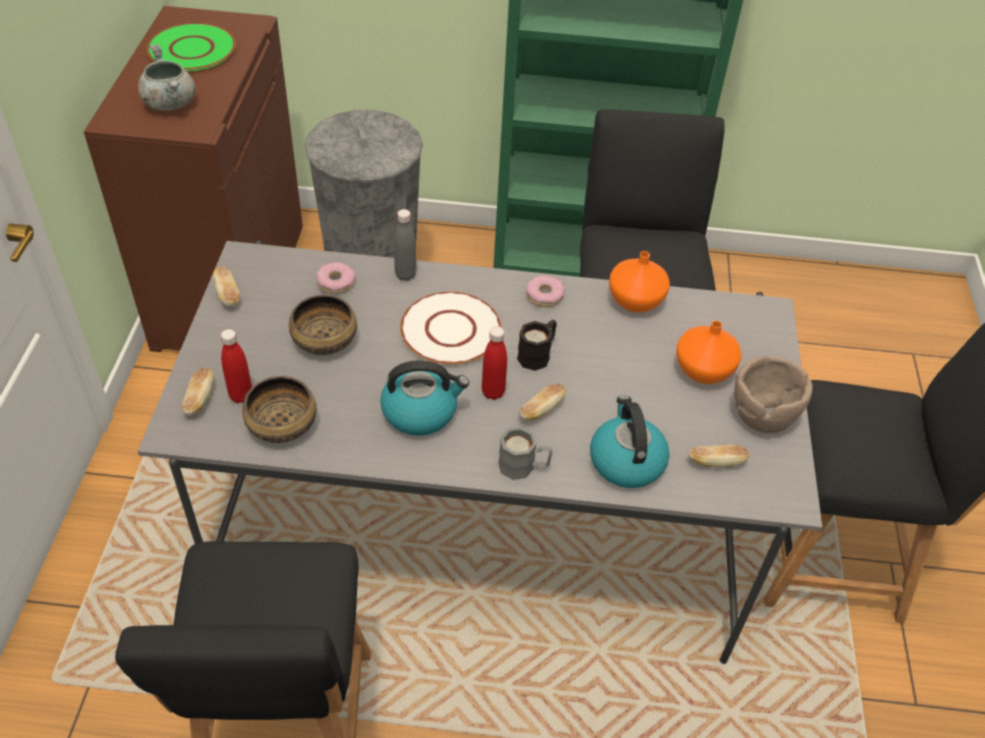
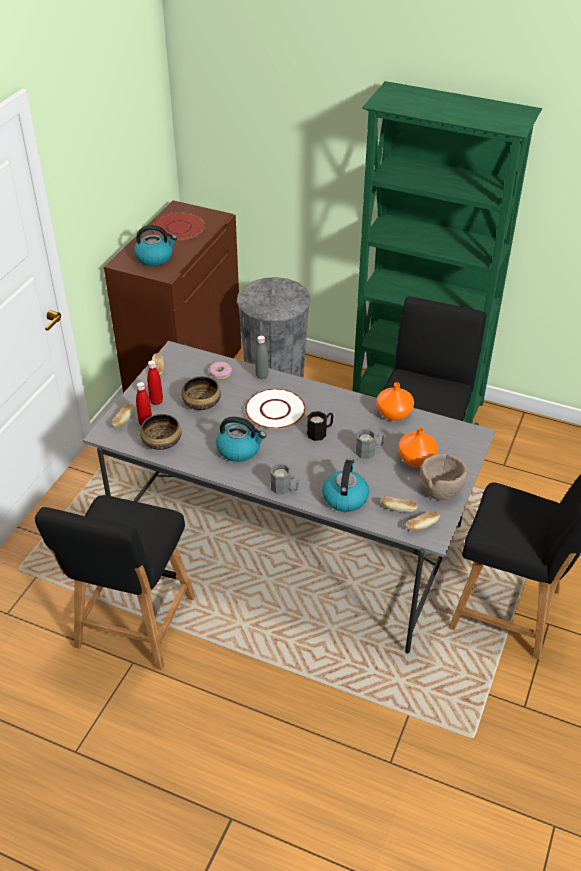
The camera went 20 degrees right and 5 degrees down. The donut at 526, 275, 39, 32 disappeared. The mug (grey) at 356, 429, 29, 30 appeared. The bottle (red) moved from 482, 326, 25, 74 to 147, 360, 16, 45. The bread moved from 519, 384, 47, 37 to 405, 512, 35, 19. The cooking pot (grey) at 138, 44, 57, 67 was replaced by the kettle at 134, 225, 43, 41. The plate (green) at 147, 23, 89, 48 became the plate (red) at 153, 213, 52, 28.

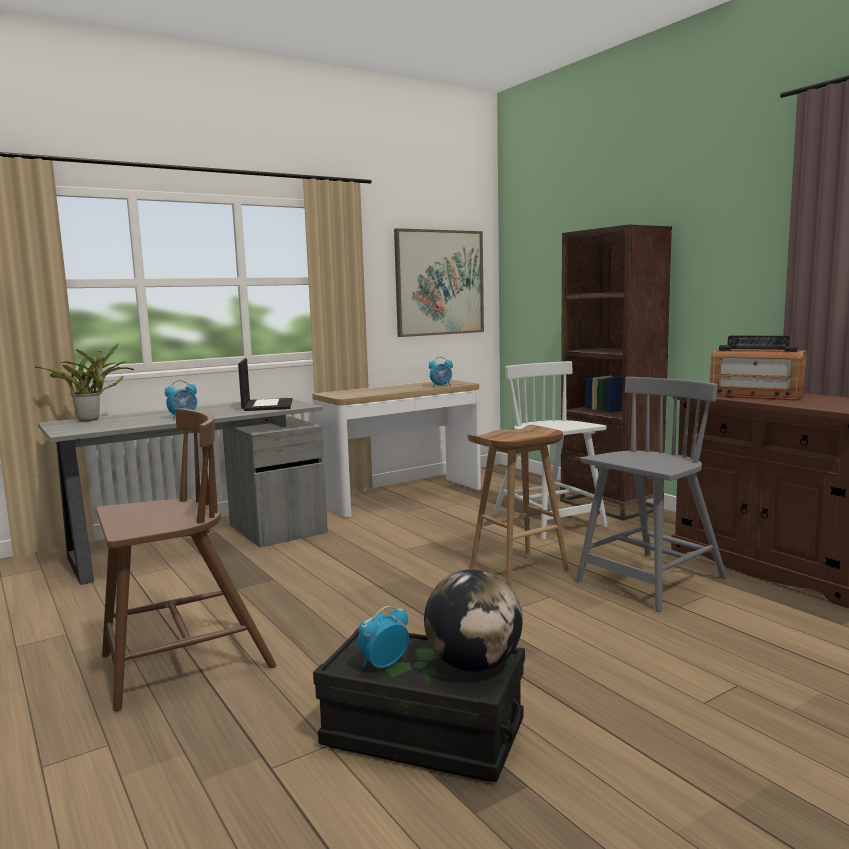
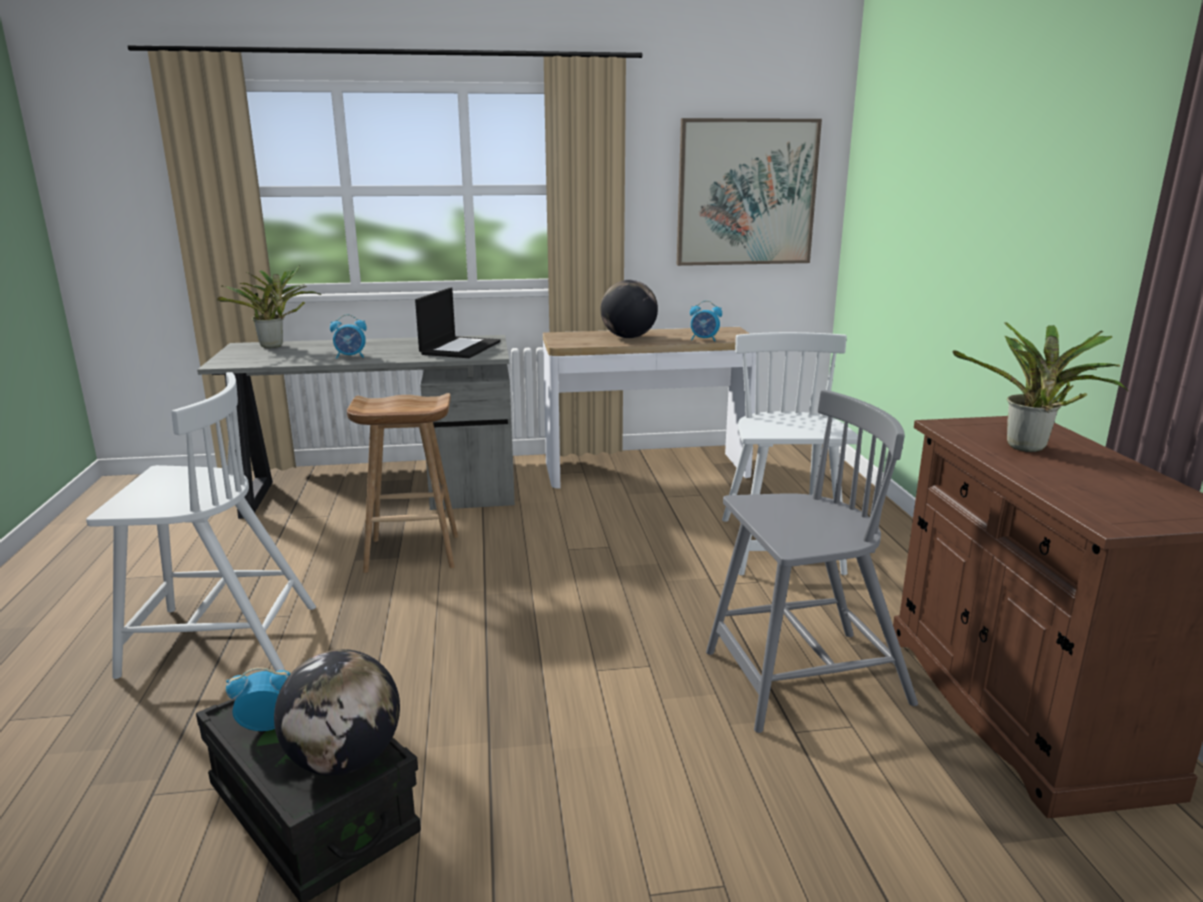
The camera went 25 degrees right and 10 degrees up. The bookcase (brown) at 560, 224, 112, 296 disappeared. The globe at 601, 280, 57, 58 appeared. The stool (brown) moved from 468, 425, 101, 162 to 347, 393, 111, 180. The radio at 710, 335, 97, 66 was replaced by the potted plant at 953, 322, 175, 130. The chair (brown) at 96, 408, 180, 303 became the chair (white) at 86, 372, 230, 307.

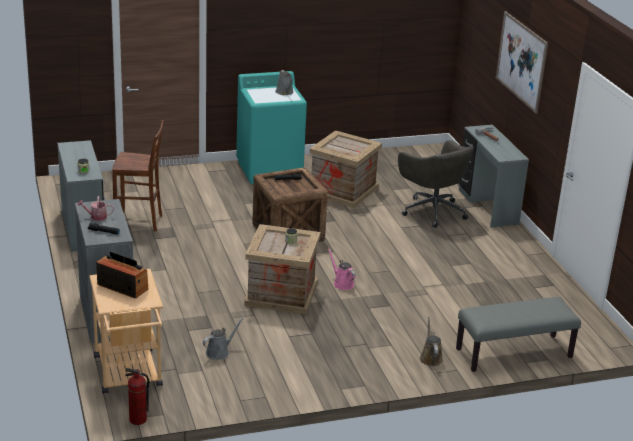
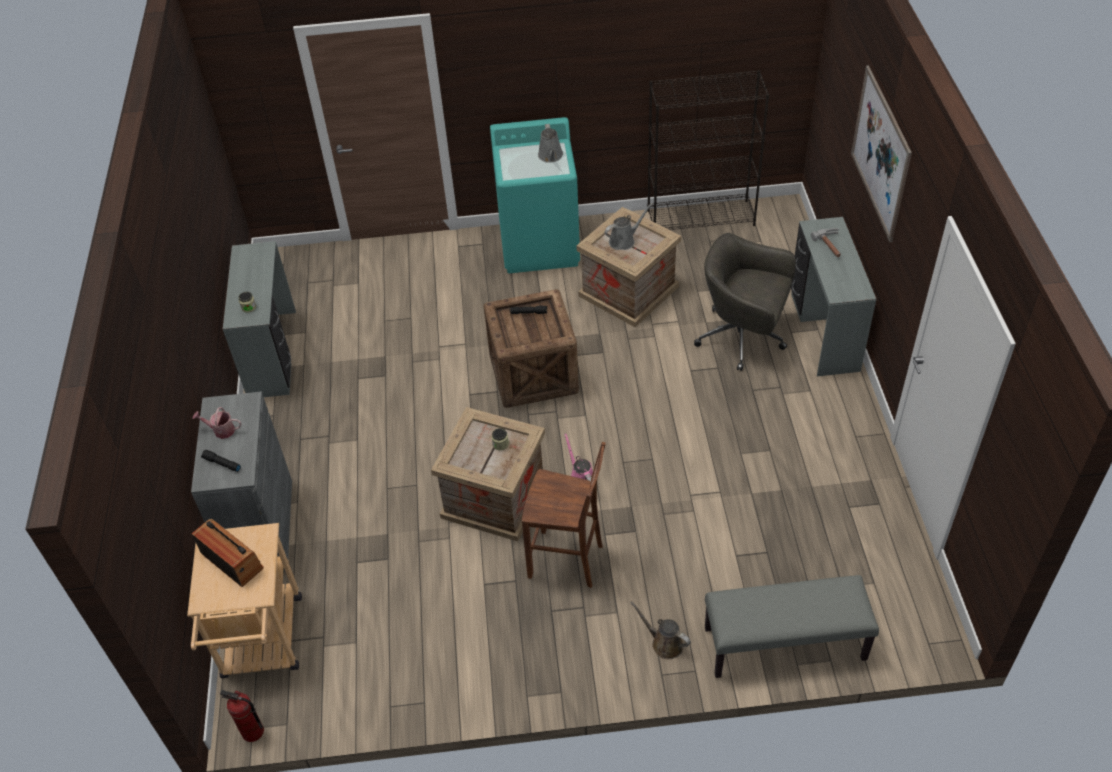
The camera went 15 degrees right and 20 degrees up. The bookcase (black) at 647, 70, 122, 160 appeared. The stool (brown) moved from 112, 120, 52, 111 to 522, 442, 83, 146. The watering can (grey) moved from 203, 317, 41, 43 to 605, 203, 48, 47. The office chair (grey) at 398, 140, 76, 88 turned 135 degrees clockwise. The watering can (brown) at 420, 317, 23, 49 turned 60 degrees counterclockwise.

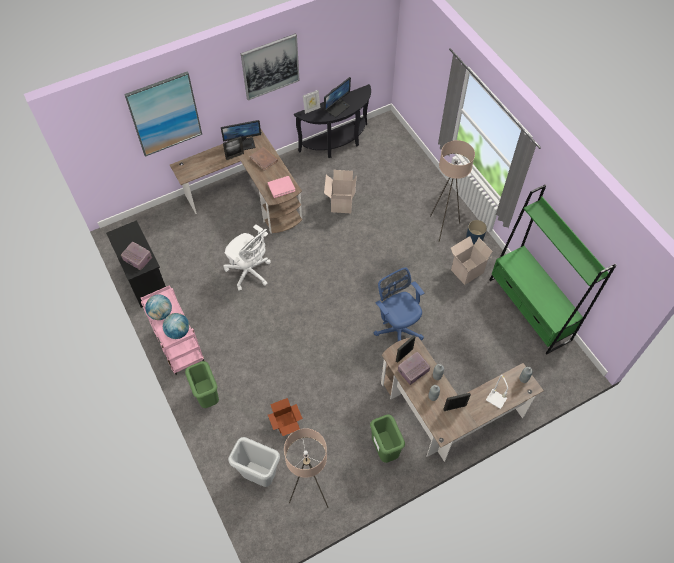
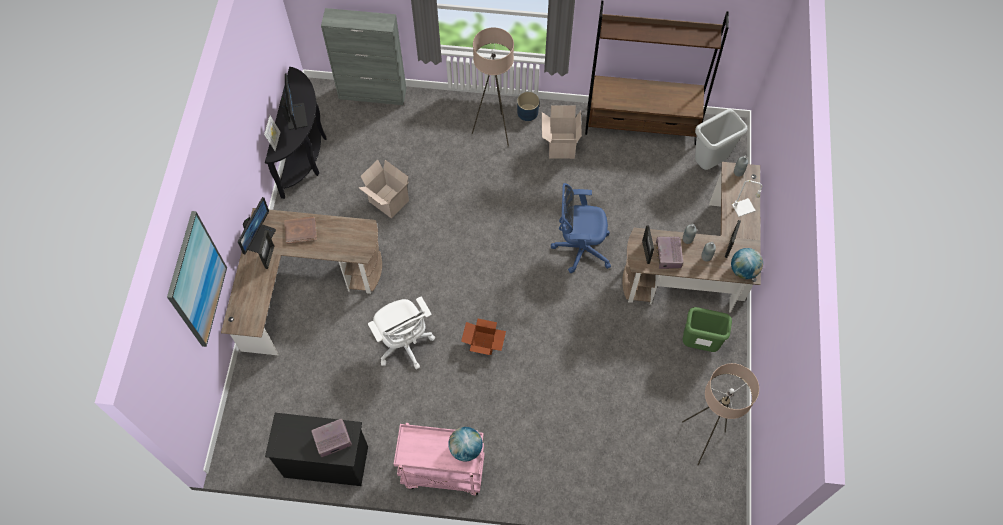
The camera went 55 degrees left and 5 degrees up. The trash can (green) at 185, 361, 34, 47 disappeared. The picture at 240, 33, 60, 67 disappeared. The book (pink) at 268, 176, 27, 22 disappeared. The cabinet (grey) at 321, 8, 85, 97 appeared. The globe moved from 145, 294, 27, 26 to 731, 248, 32, 31. The trash can (grey) moved from 228, 437, 52, 50 to 695, 109, 52, 61. The cardboard box moved from 268, 398, 35, 38 to 461, 319, 45, 36. The bookcase (green) at 490, 184, 126, 170 became the bookcase (brown) at 585, 0, 144, 145. The office chair (white) at 223, 224, 48, 66 turned 75 degrees clockwise.

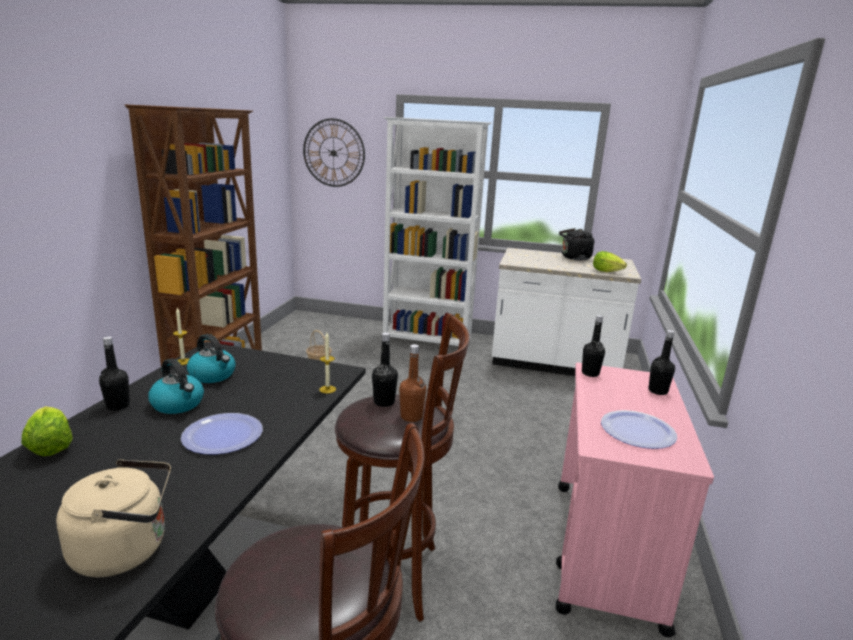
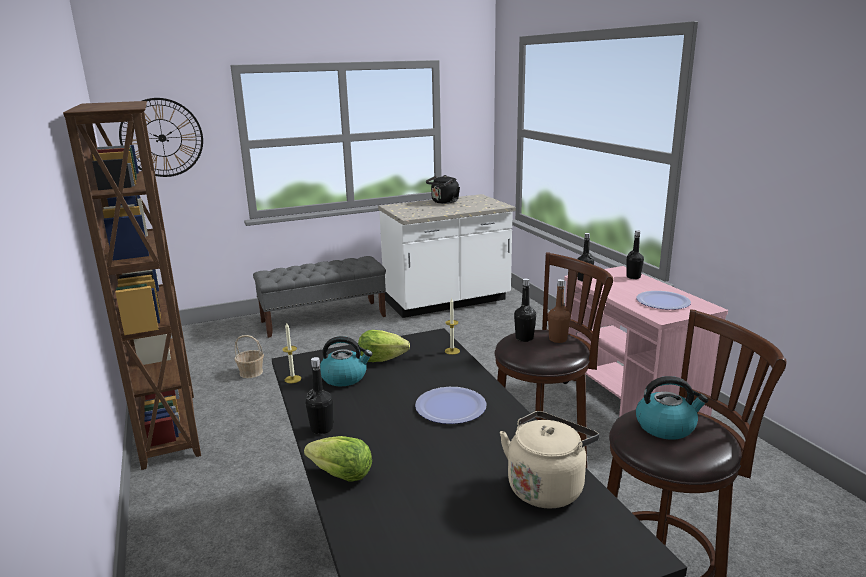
The camera went 35 degrees left and 0 degrees up. The kettle moved from 148, 358, 56, 56 to 636, 376, 72, 64. The lettuce moved from 593, 251, 34, 21 to 358, 330, 52, 32. The bookcase (white) at 383, 117, 109, 229 was replaced by the bench (grey) at 253, 256, 133, 82.

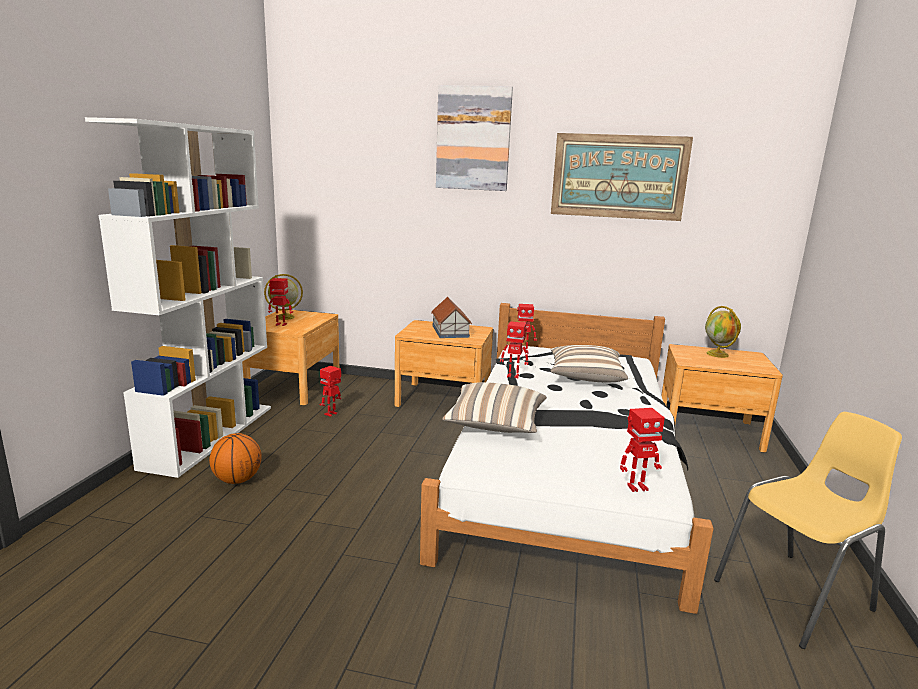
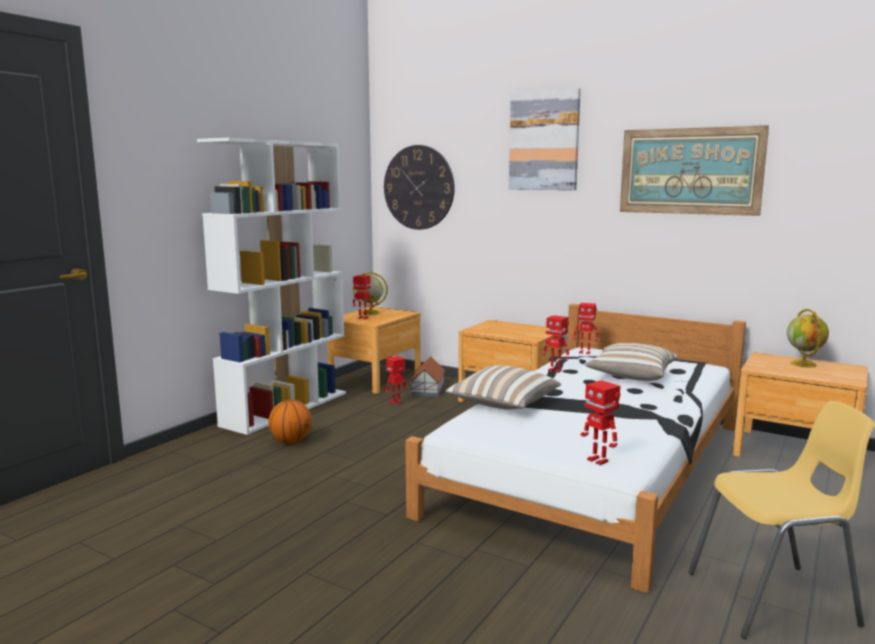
The camera went 20 degrees right and 5 degrees down. The wall clock at 384, 145, 71, 85 appeared. The toy house moved from 431, 297, 41, 41 to 409, 357, 36, 40. The toy robot at 620, 408, 45, 84 turned 45 degrees clockwise.

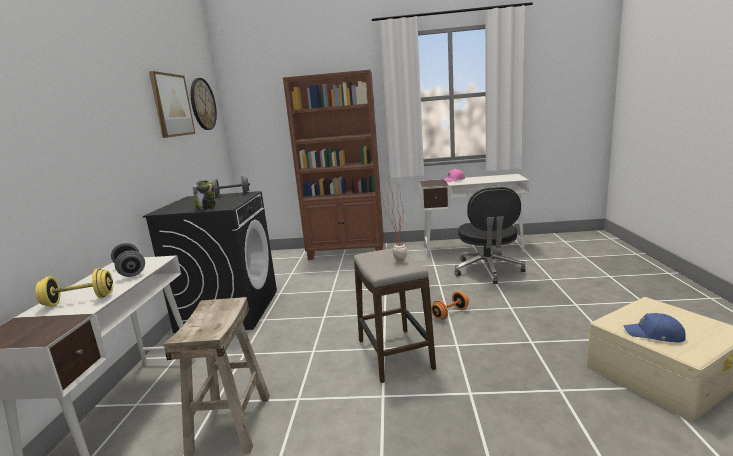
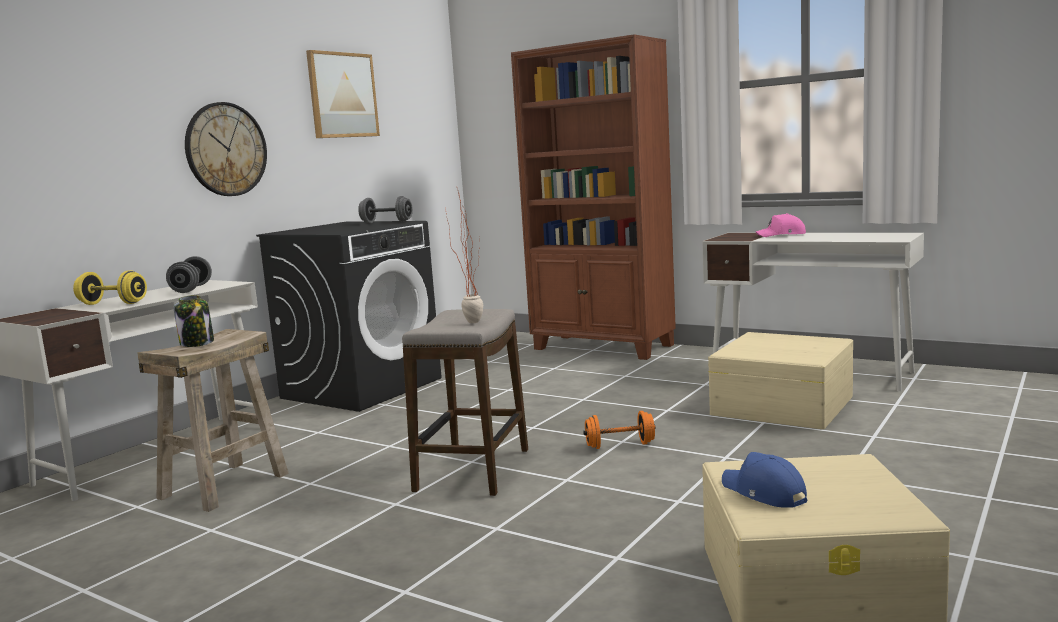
The camera went 30 degrees right and 5 degrees down. The wall clock moved from 191, 78, 26, 52 to 185, 102, 82, 94. The jar moved from 193, 180, 24, 29 to 174, 295, 40, 52. The office chair (black) at 454, 187, 72, 97 was replaced by the storage box (beige) at 708, 332, 145, 97.

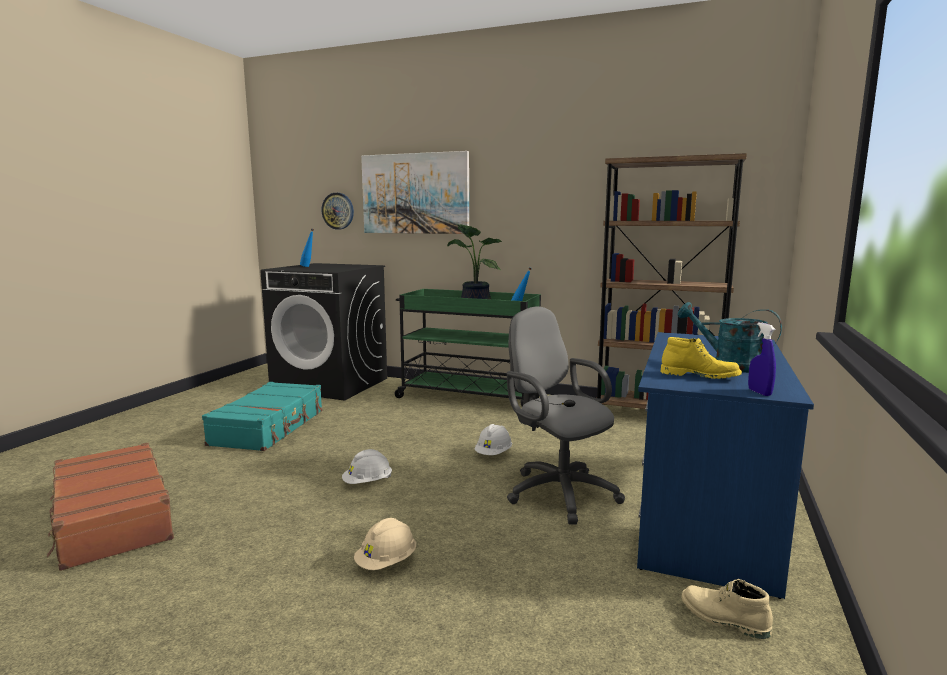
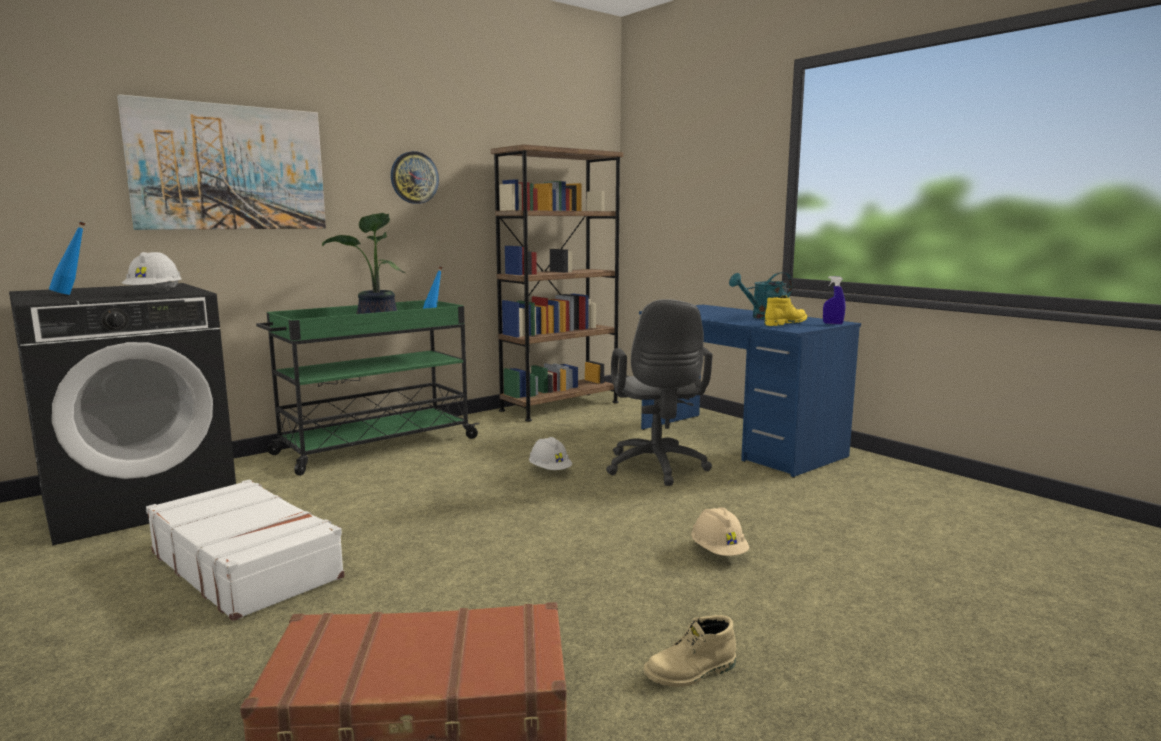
The camera went 60 degrees left and 0 degrees up. The wall clock moved from 321, 193, 33, 37 to 391, 151, 48, 53. The hard hat (white) moved from 342, 449, 50, 35 to 122, 252, 60, 39. The boot (beige) moved from 682, 579, 91, 60 to 644, 615, 92, 72. The suitcase (turquoise) at 202, 382, 120, 69 became the suitcase (white) at 146, 479, 199, 142. The office chair (grey) at 507, 306, 118, 219 turned 90 degrees counterclockwise.

